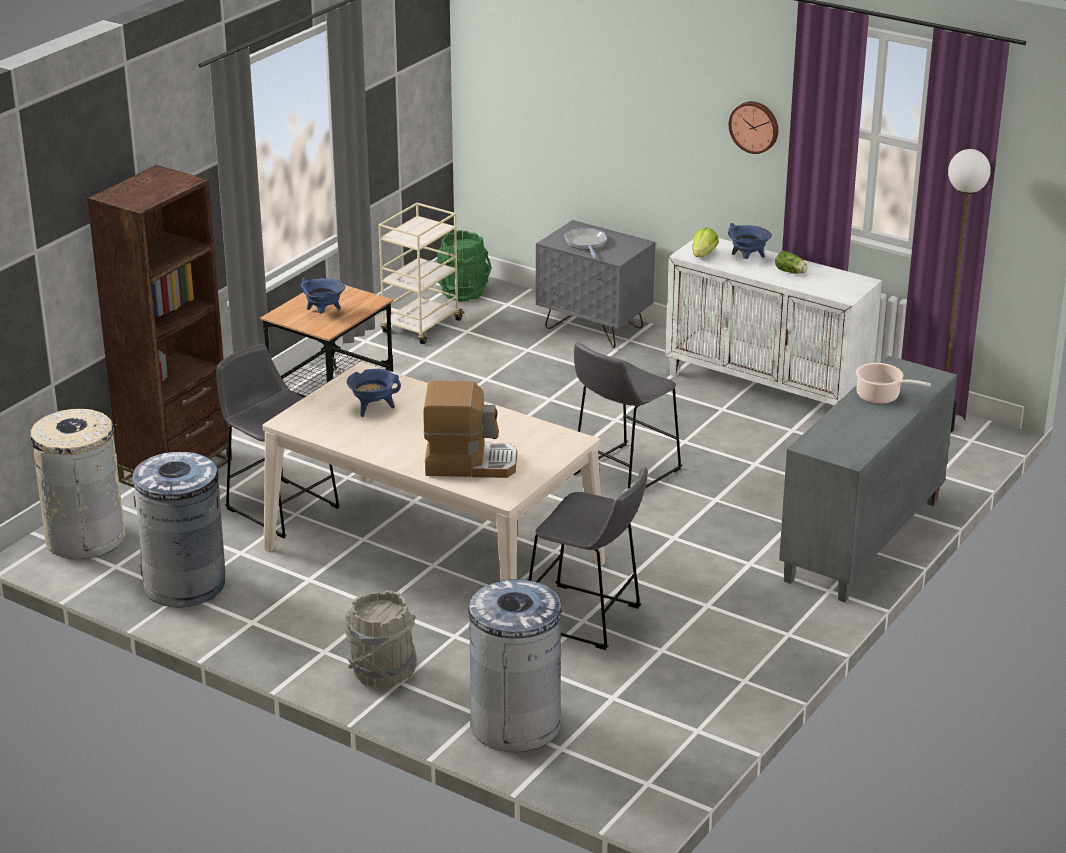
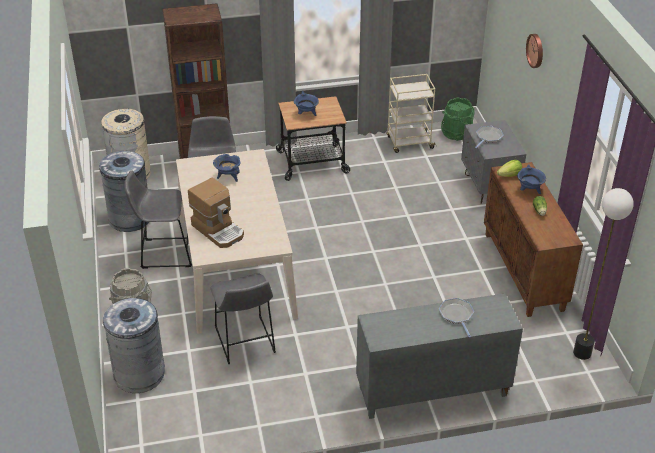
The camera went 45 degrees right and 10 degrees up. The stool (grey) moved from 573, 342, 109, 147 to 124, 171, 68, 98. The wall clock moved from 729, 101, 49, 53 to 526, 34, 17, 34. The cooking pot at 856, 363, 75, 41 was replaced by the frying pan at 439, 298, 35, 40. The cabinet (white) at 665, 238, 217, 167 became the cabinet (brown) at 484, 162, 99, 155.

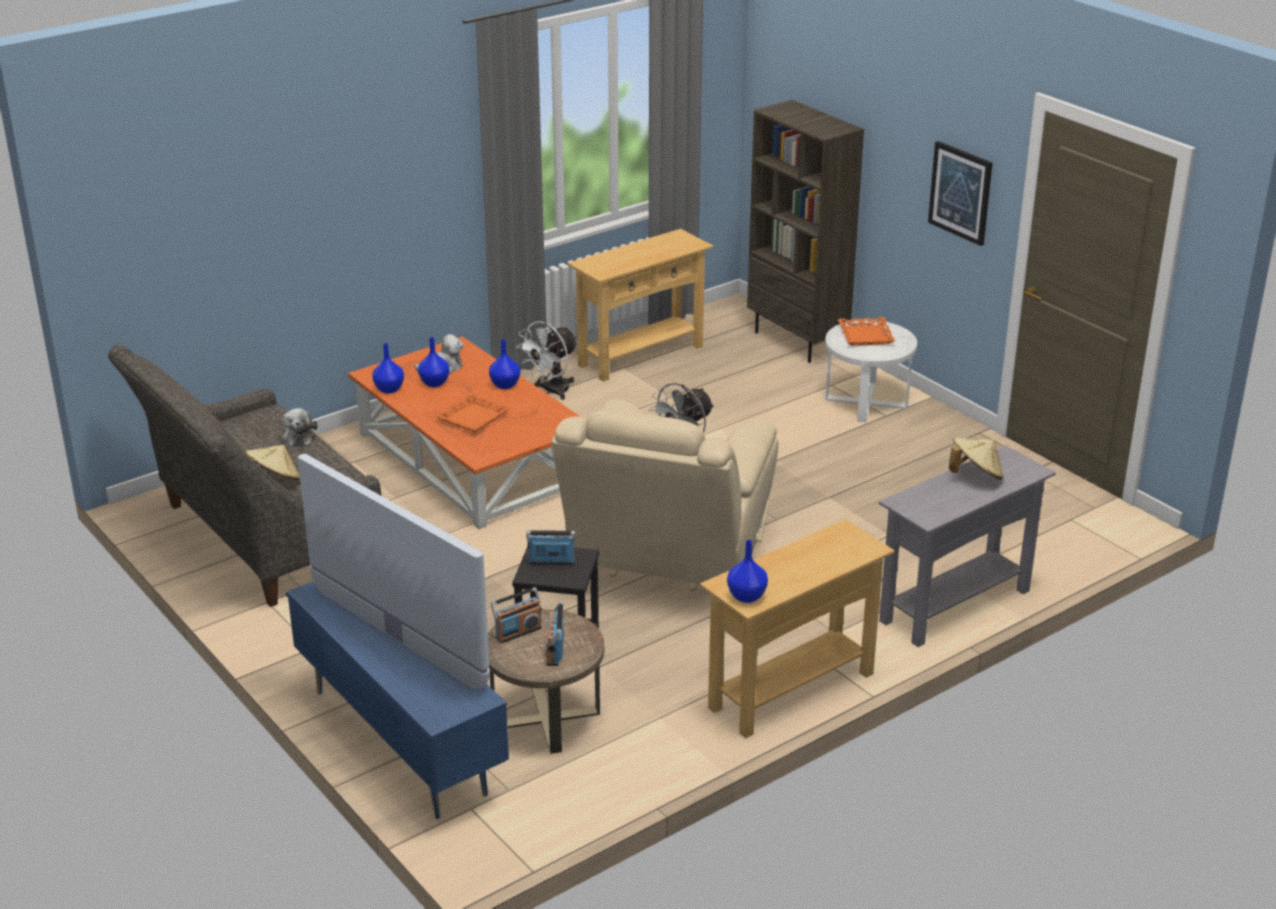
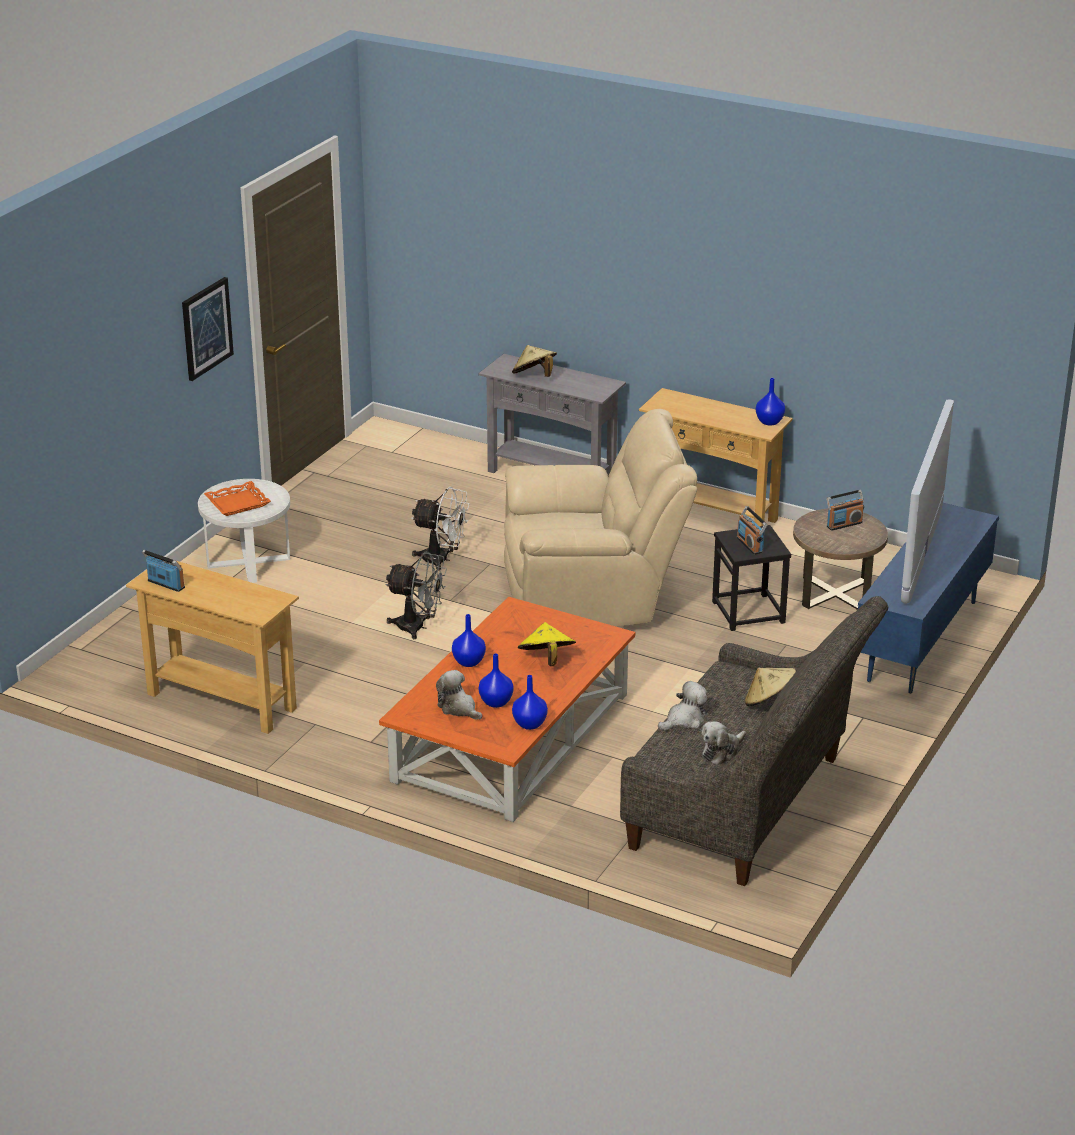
The camera went 115 degrees left and 0 degrees up. The bookcase (brown) at 747, 100, 117, 263 disappeared. The plush toy at 701, 721, 45, 44 appeared. The radio moved from 491, 587, 51, 56 to 142, 550, 43, 42. The fan (white) moved from 516, 321, 62, 79 to 412, 487, 57, 84. The tray (orange) at 435, 394, 75, 39 was replaced by the hat (yellow) at 518, 622, 58, 44.

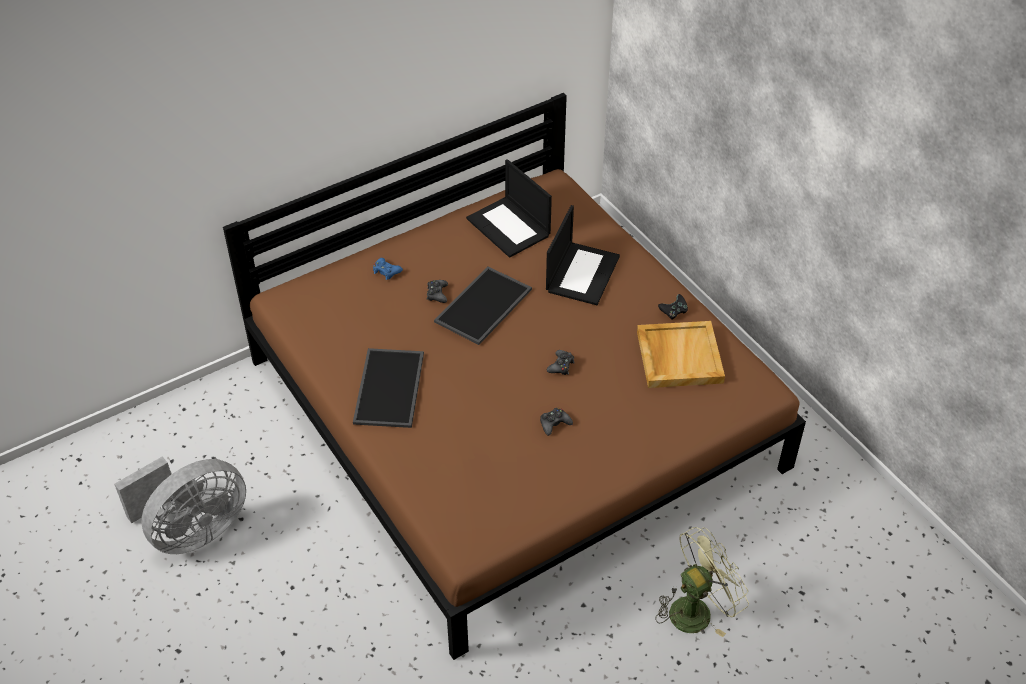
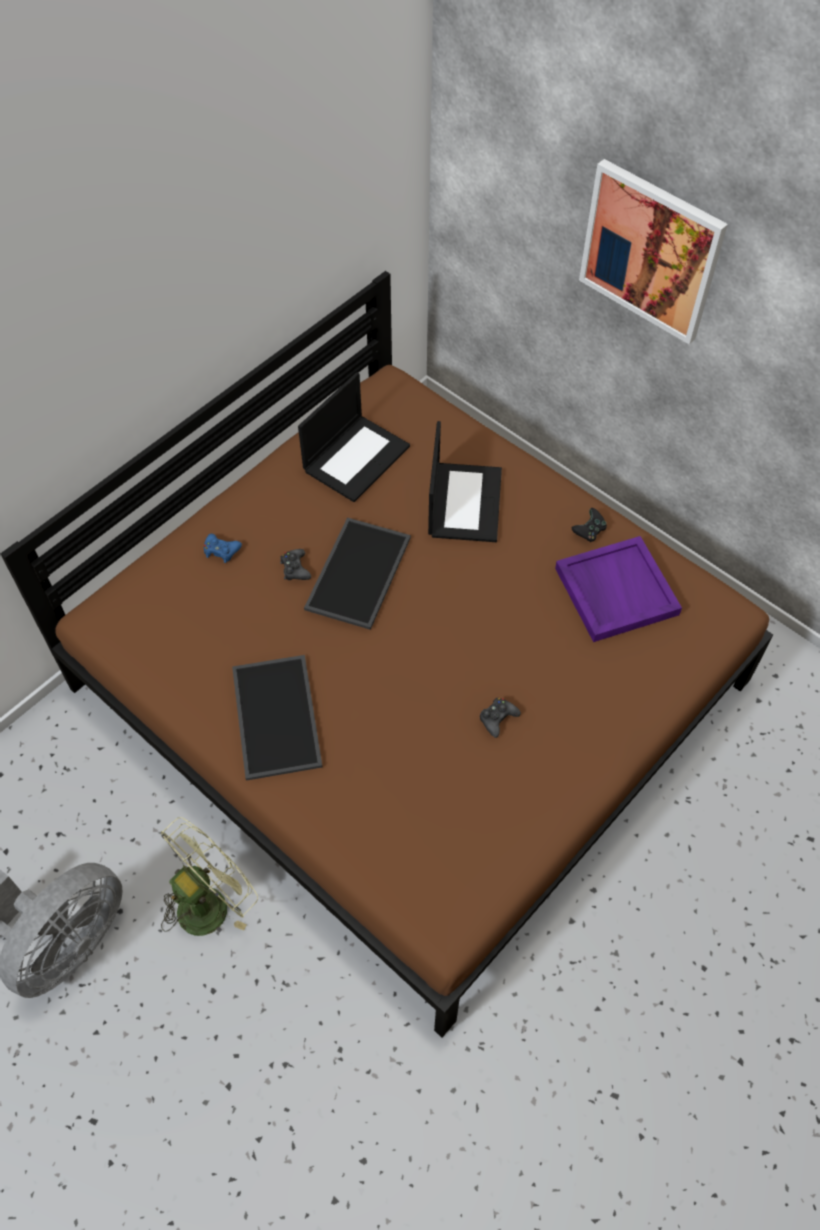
The camera went 15 degrees left and 10 degrees up. The game controller (black) at 547, 350, 28, 25 disappeared. The picture at 579, 159, 149, 185 appeared. The fan (green) moved from 655, 527, 94, 110 to 161, 817, 97, 119. The tray (beige) at 637, 321, 88, 67 became the tray (purple) at 555, 536, 127, 106. The laptop at 466, 159, 86, 99 turned 90 degrees counterclockwise.

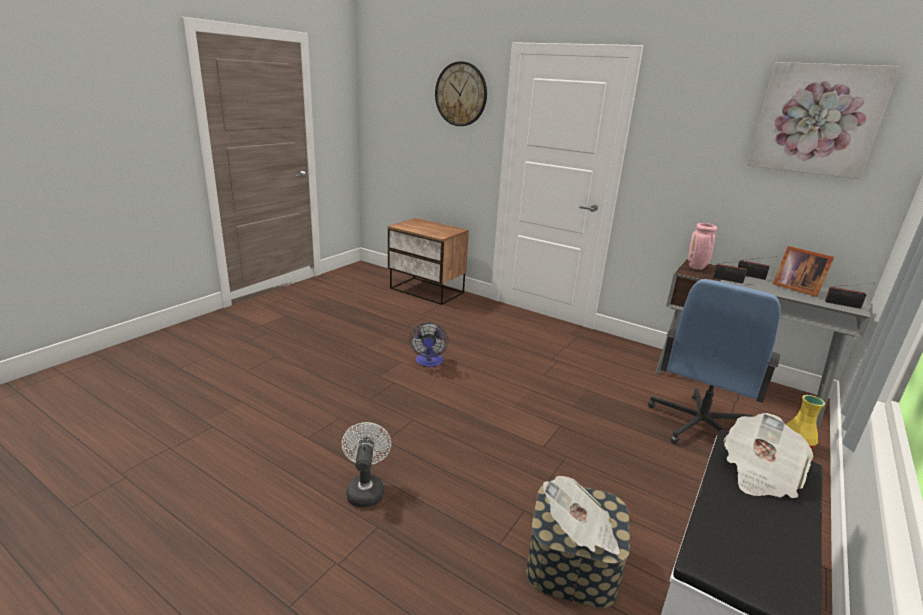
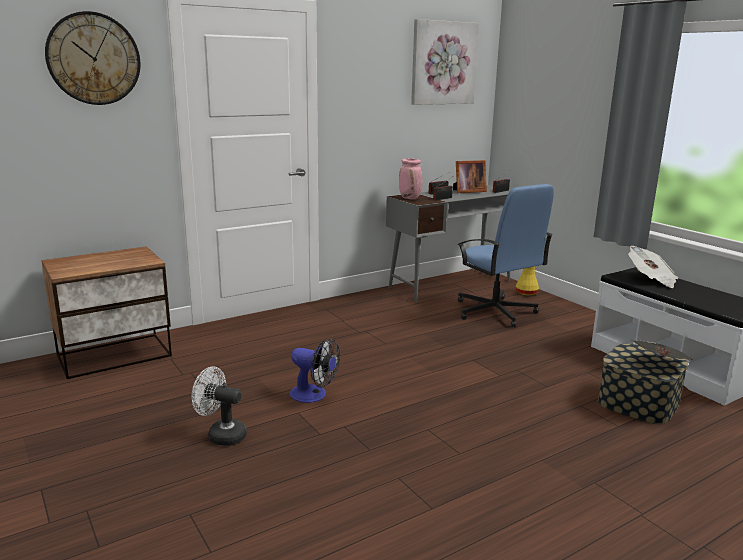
The camera went 65 degrees left and 5 degrees down. The fan (white) moved from 341, 422, 50, 85 to 192, 366, 55, 80.

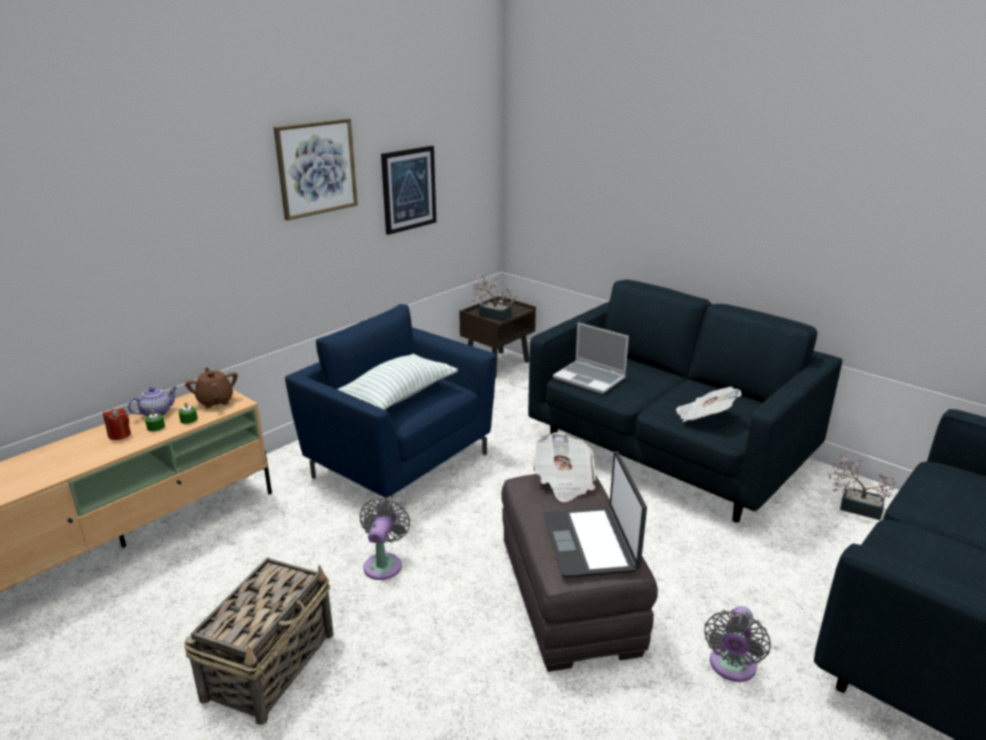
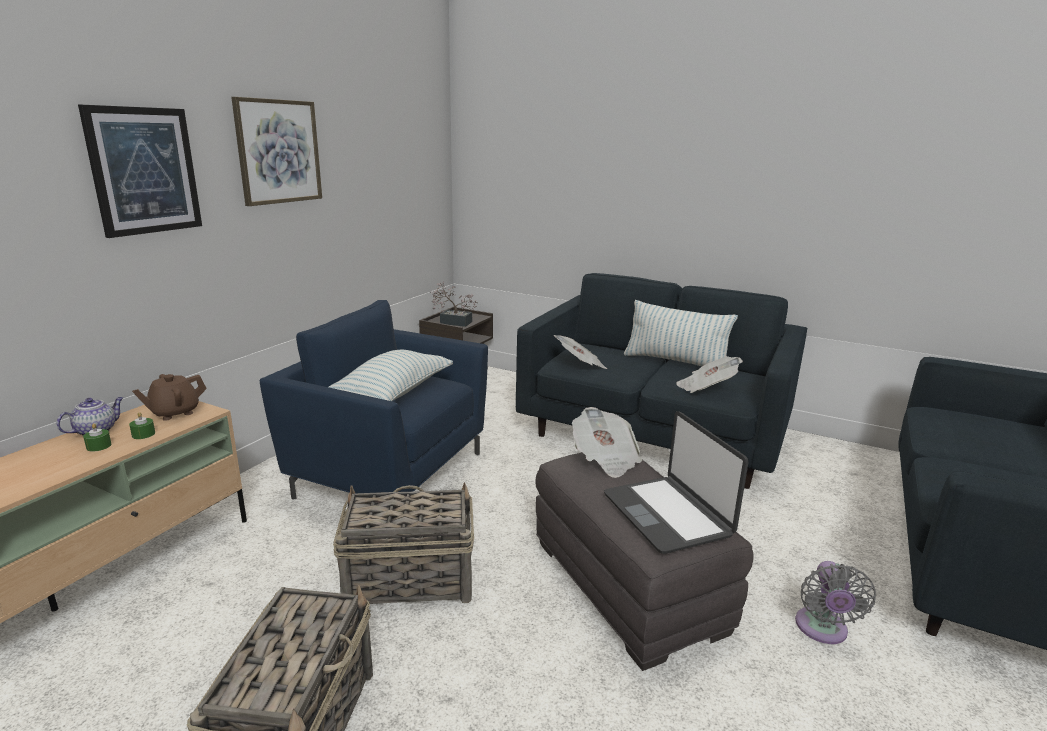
The camera went 15 degrees left and 5 degrees down. The candle (red) at 103, 408, 28, 32 disappeared. The potted plant at 829, 452, 68, 68 disappeared. The pillow at 624, 300, 114, 66 appeared. The picture moved from 381, 146, 55, 89 to 78, 105, 124, 133. The fan (grey) at 360, 497, 50, 83 was replaced by the basket at 333, 482, 141, 122. The laptop at 553, 322, 76, 72 was replaced by the newspaper at 554, 335, 53, 34. The teapot (brown) at 185, 368, 53, 40 turned 90 degrees counterclockwise.

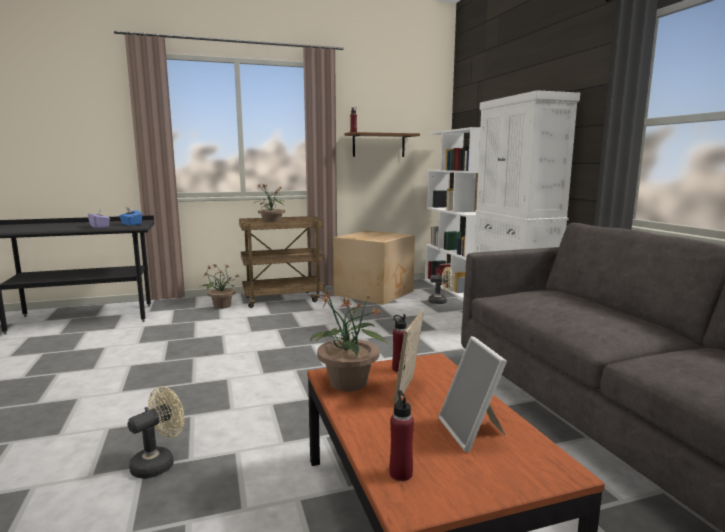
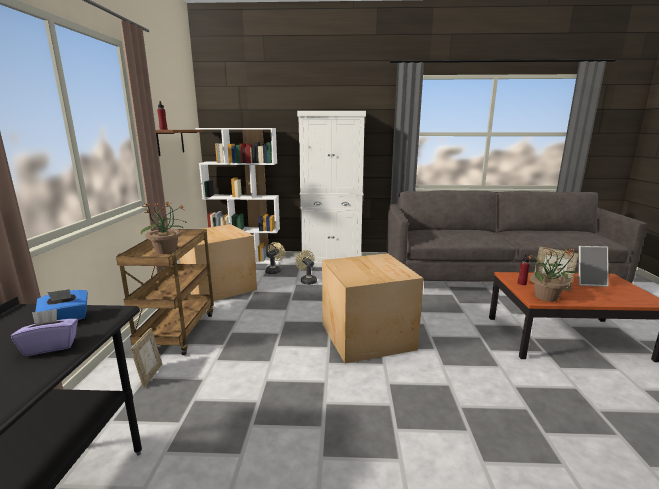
The camera went 70 degrees left and 5 degrees up. The bottle (red) at 389, 390, 25, 91 disappeared. The cardboard box at 322, 253, 102, 110 appeared. The fan (beige) moved from 128, 386, 57, 93 to 295, 250, 22, 35. The potted plant at 202, 264, 37, 45 was replaced by the picture frame at 130, 328, 32, 60.

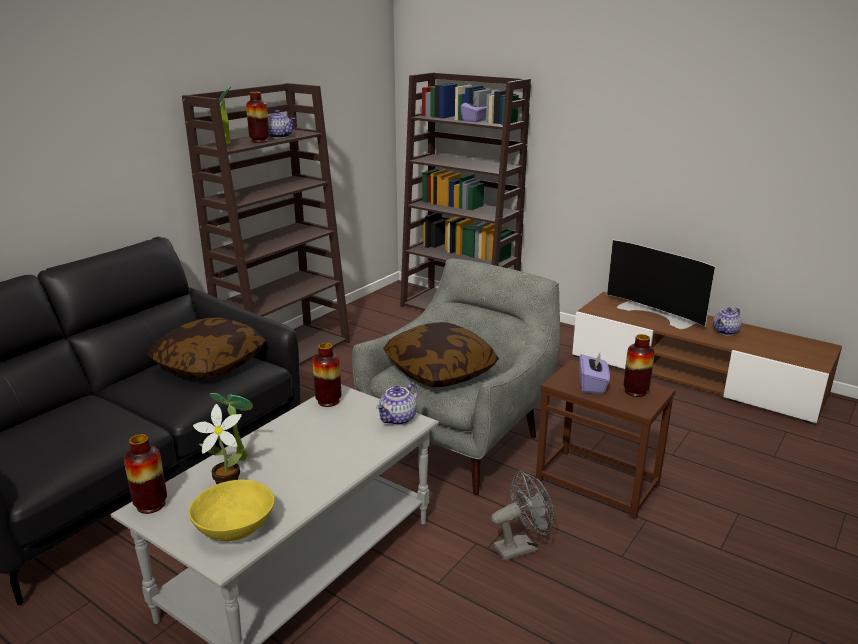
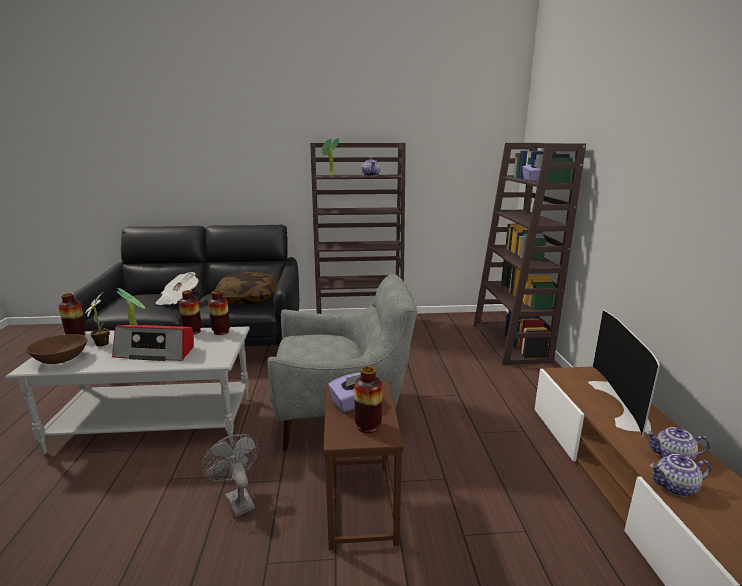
The camera went 50 degrees right and 5 degrees down. The pillow at 383, 322, 116, 65 disappeared. The radio at 112, 325, 82, 36 appeared. The newspaper at 156, 272, 43, 33 appeared. The vase moved from 246, 92, 23, 51 to 179, 290, 23, 45. The teapot moved from 376, 383, 42, 43 to 650, 454, 61, 43. The bowl (yellow) at 189, 480, 86, 61 became the bowl (brown) at 26, 334, 61, 30. The fan (grey) at 491, 471, 63, 90 turned 150 degrees counterclockwise.

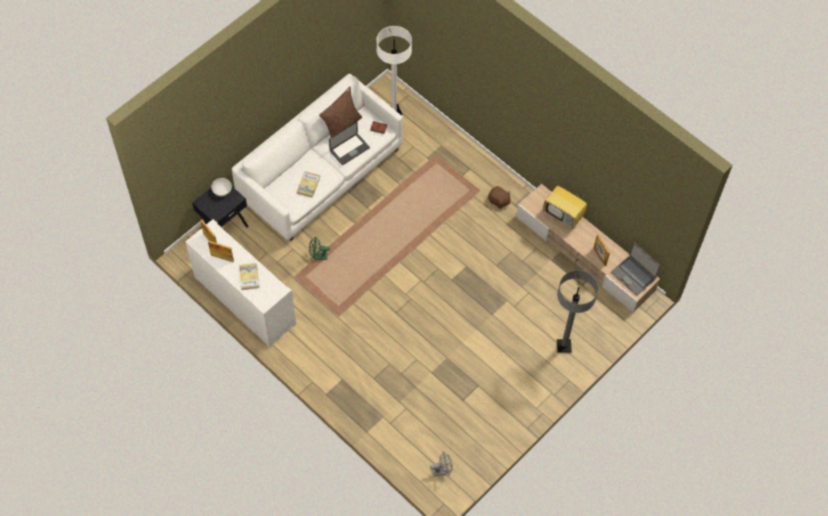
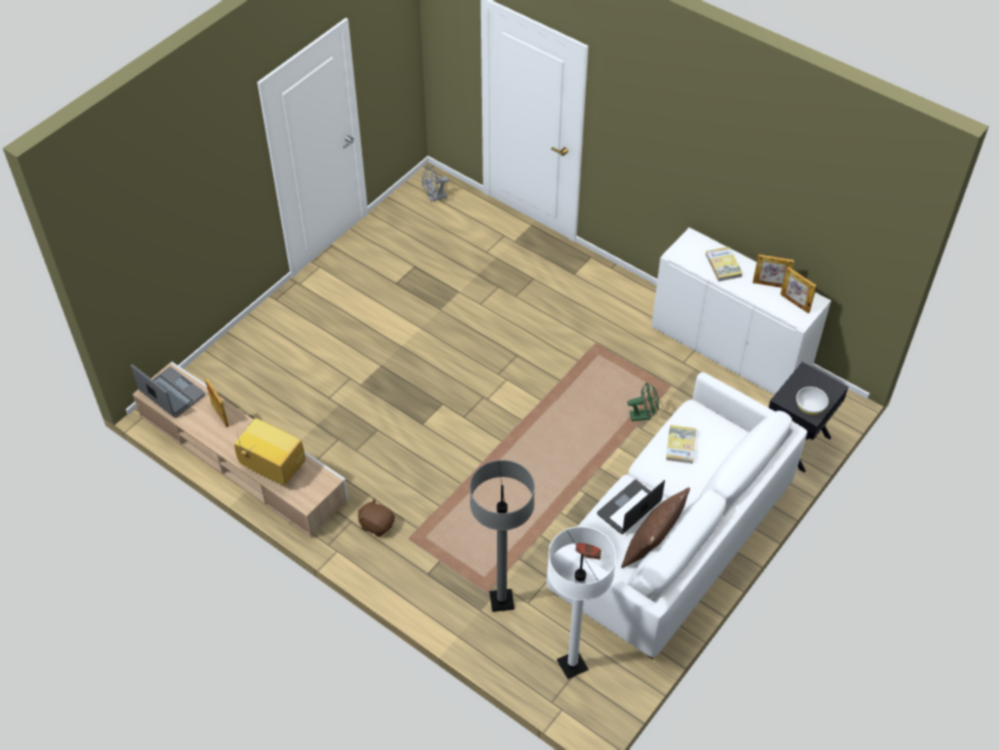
The camera went 175 degrees right and 10 degrees down. The floor lamp (grey) moved from 557, 270, 41, 83 to 470, 460, 65, 152.

